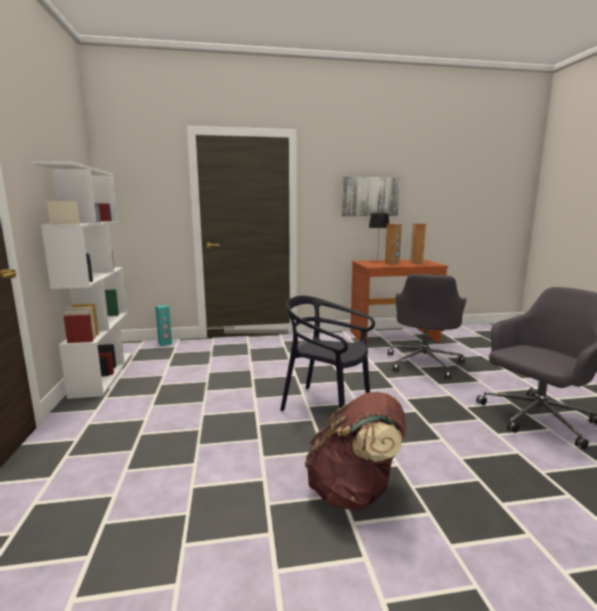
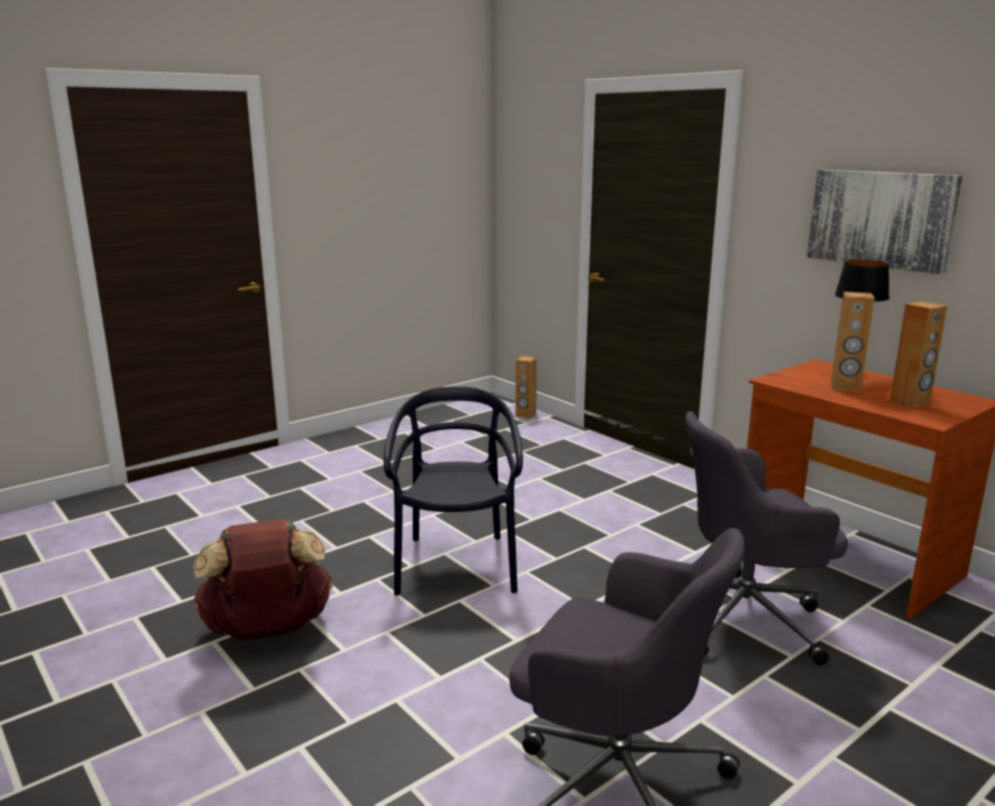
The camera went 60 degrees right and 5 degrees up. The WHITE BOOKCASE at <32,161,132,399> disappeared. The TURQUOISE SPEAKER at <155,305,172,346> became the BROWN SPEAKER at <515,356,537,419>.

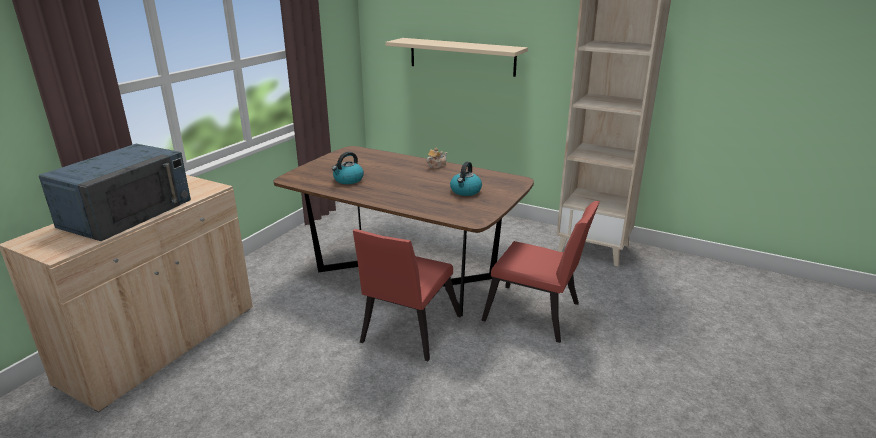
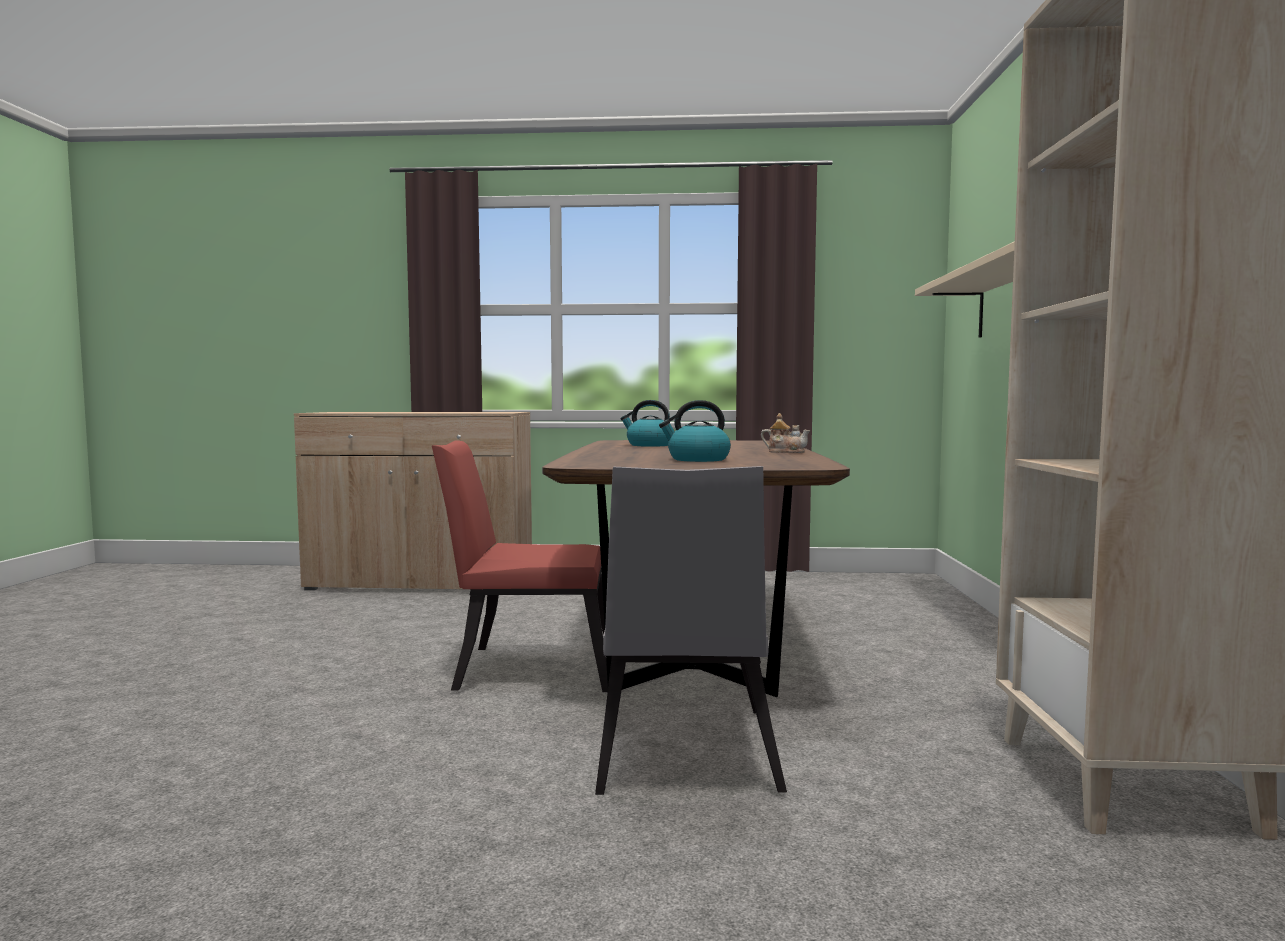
The camera went 65 degrees right and 20 degrees down. The BLUE MICROWAVE at <39,144,191,241> disappeared. The RED CHAIR at <481,201,600,343> became the GREY CHAIR at <595,466,787,795>.

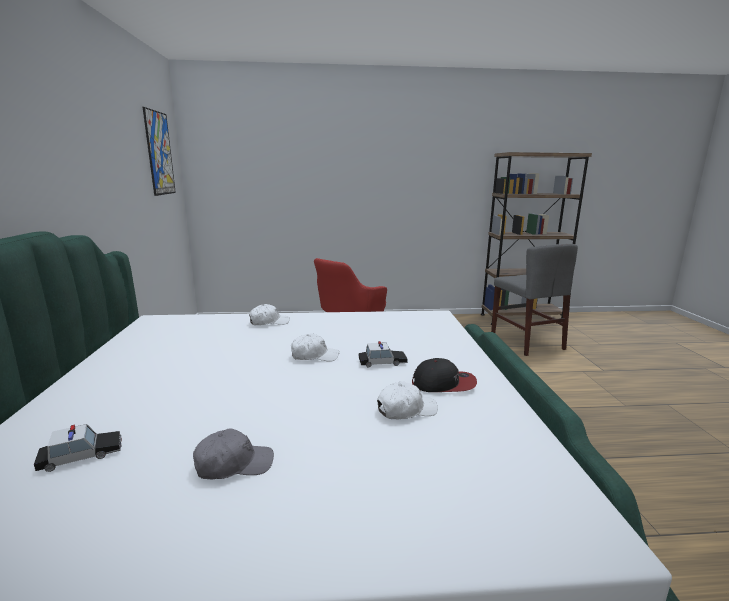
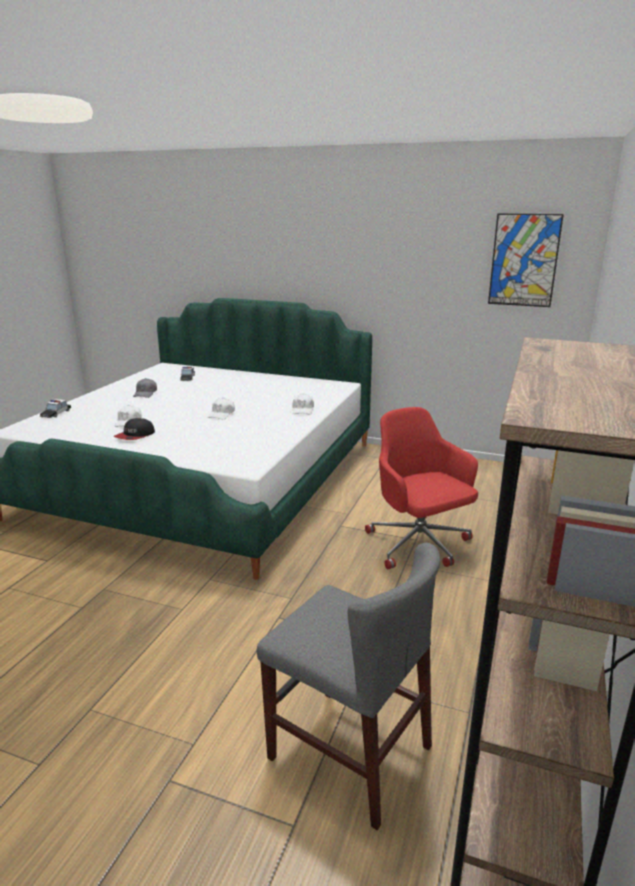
The camera went 115 degrees right and 5 degrees up. The TOY CAR moved from <359,341,408,368> to <40,399,71,418>. The GREY CHAIR at <491,244,578,356> turned 150 degrees counterclockwise.

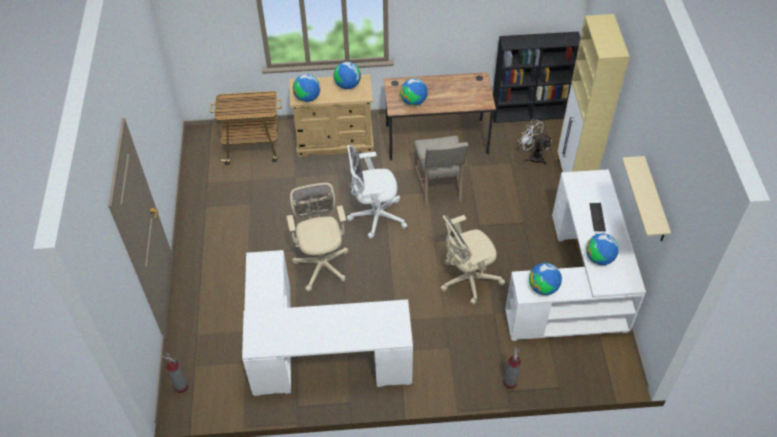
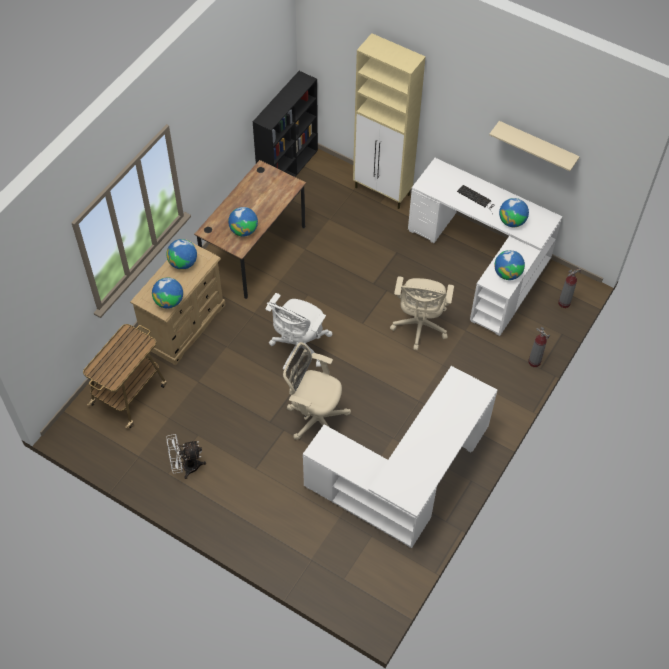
The camera went 55 degrees left and 5 degrees up. The BEIGE CHAIR at <414,136,468,206> disappeared. The FIRE EXTINGUISHER moved from <162,353,188,393> to <558,268,582,308>. The WHITE FAN moved from <518,120,552,165> to <167,434,206,479>.

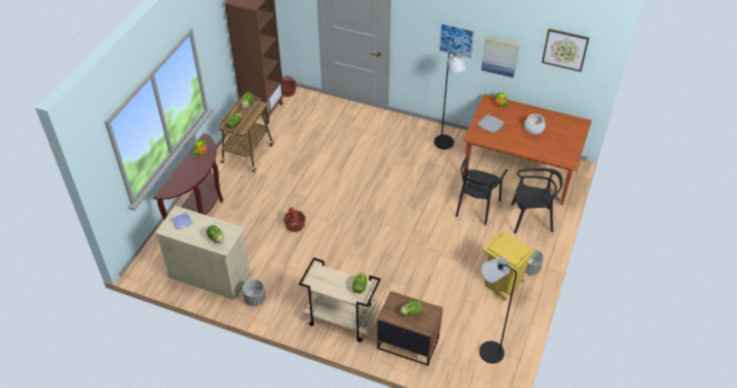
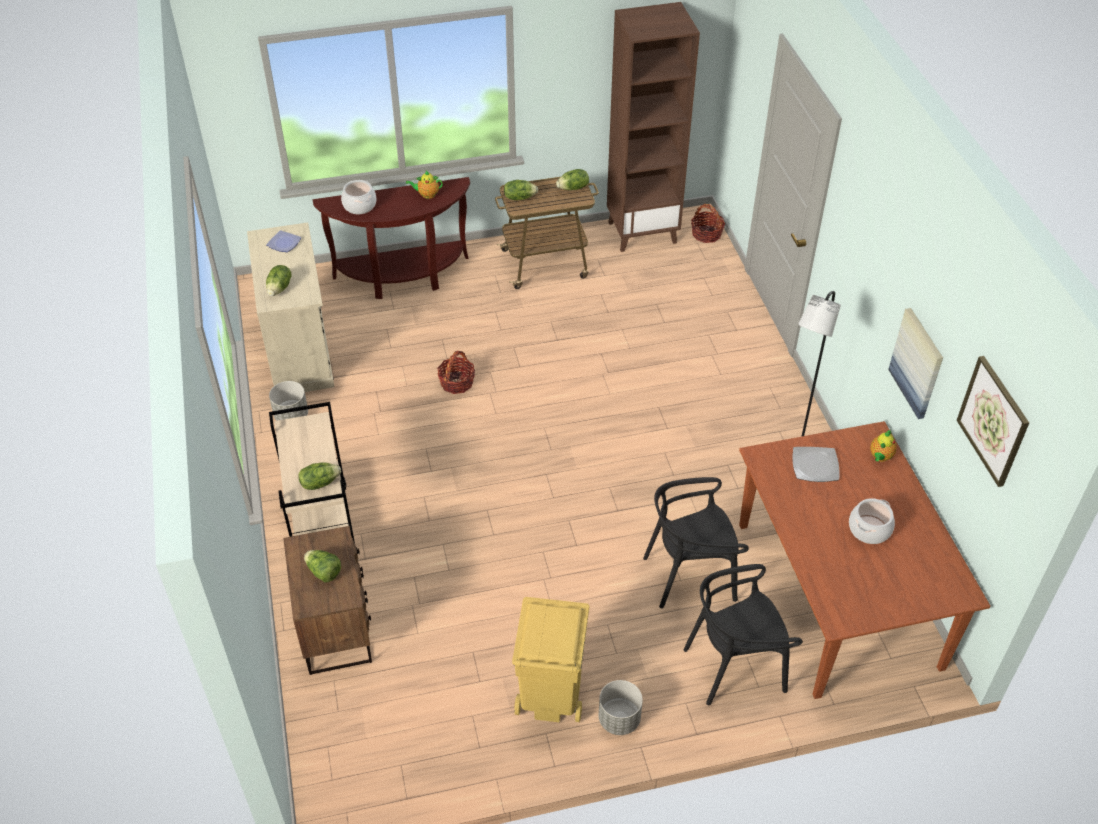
The camera went 55 degrees right and 0 degrees up. The PICTURE at <439,23,475,59> disappeared. The BLACK FLOOR LAMP at <479,257,517,364> disappeared. The COOKING POT at <341,180,376,214> appeared. The BLACK CHAIR at <511,168,563,234> turned 105 degrees clockwise.

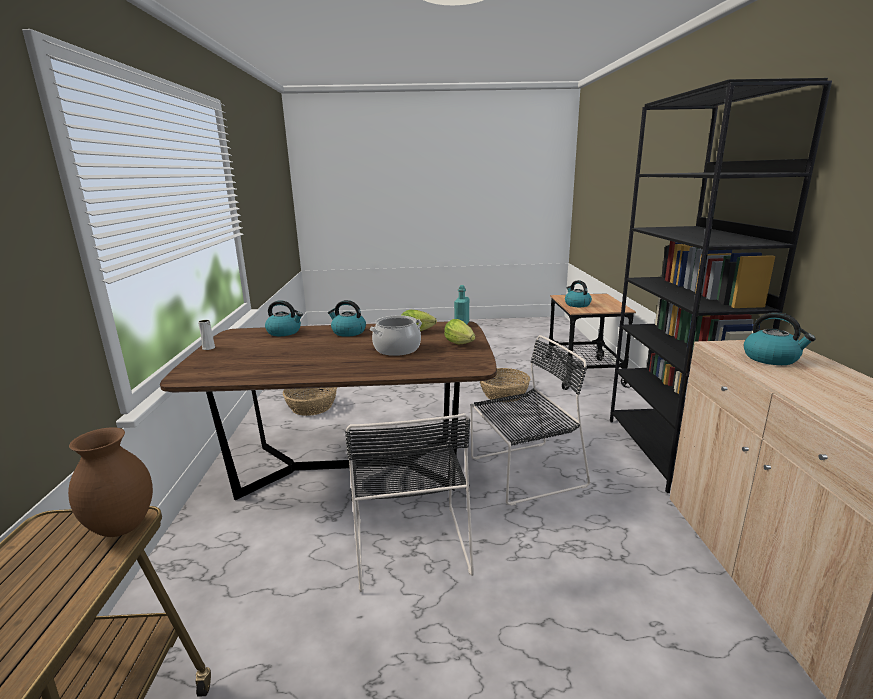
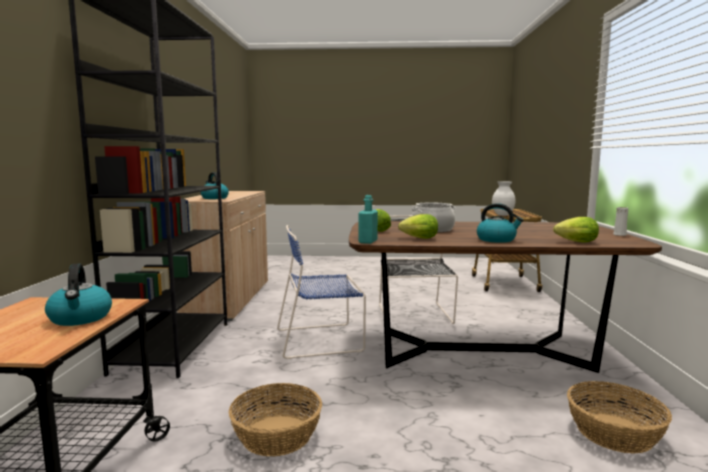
The camera went 175 degrees left and 10 degrees down. The KETTLE at <265,300,303,336> was replaced by the LETTUCE at <553,217,599,243>. The BROWN VASE at <68,427,153,537> became the WHITE VASE at <492,181,516,216>. The BLACK CHAIR at <471,335,590,506> became the BLUE CHAIR at <277,225,366,359>.

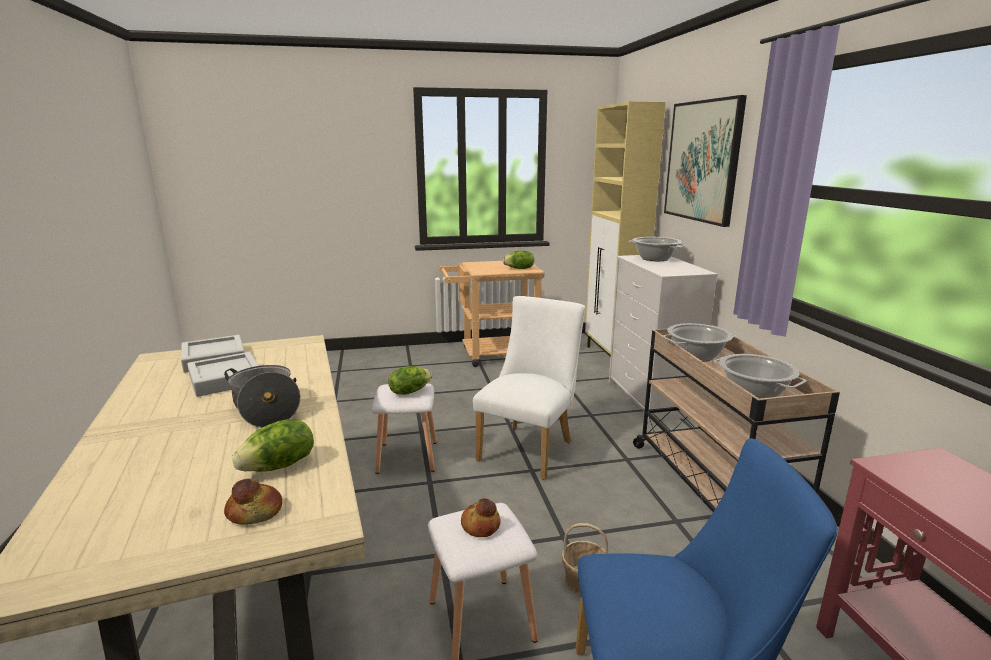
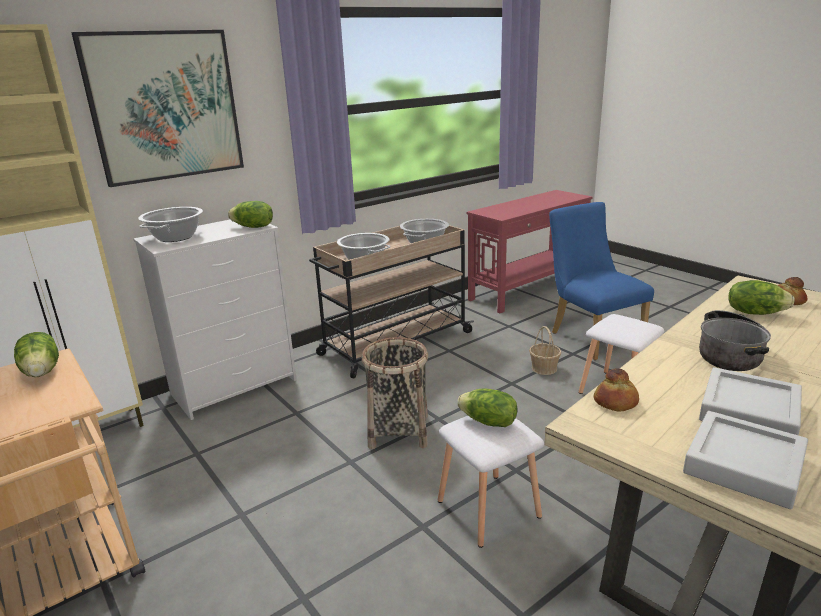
The camera went 115 degrees left and 5 degrees up. The LETTUCE at <228,201,273,228> appeared. The BREAD moved from <461,498,501,537> to <594,368,639,412>. The WHITE CHAIR at <473,296,585,480> was replaced by the BASKET at <362,337,428,449>.

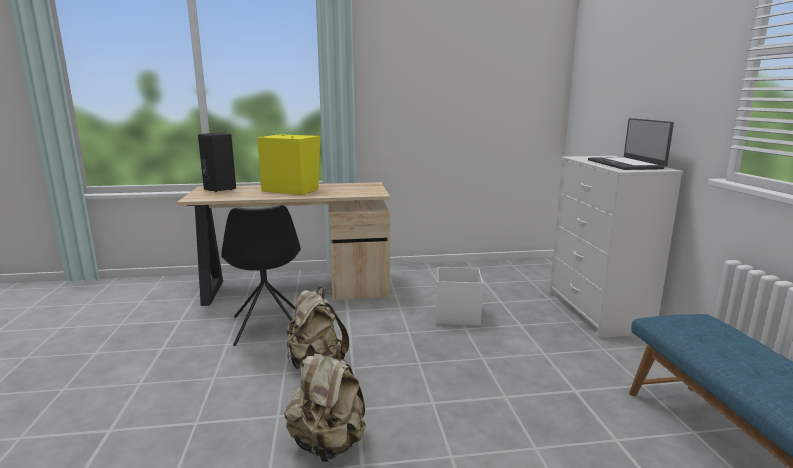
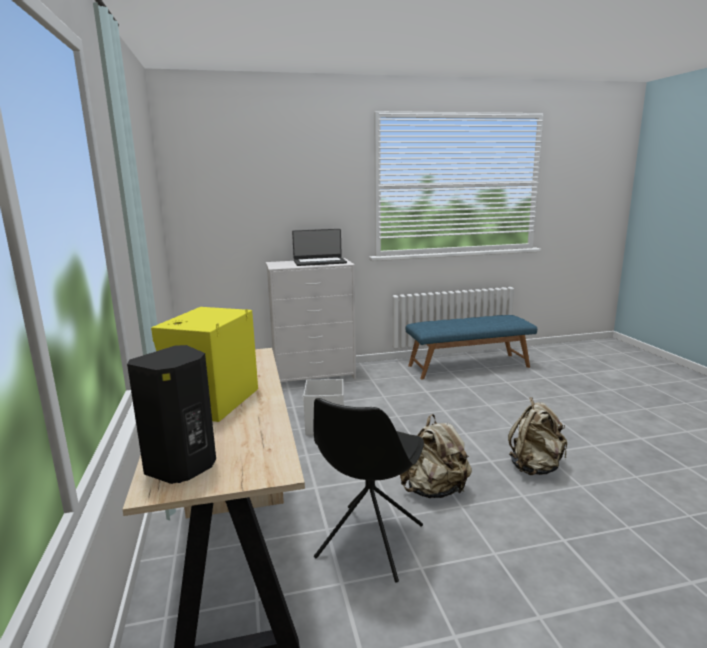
The camera went 95 degrees left and 0 degrees up. The BLACK CHAIR at <221,205,301,346> turned 135 degrees clockwise.

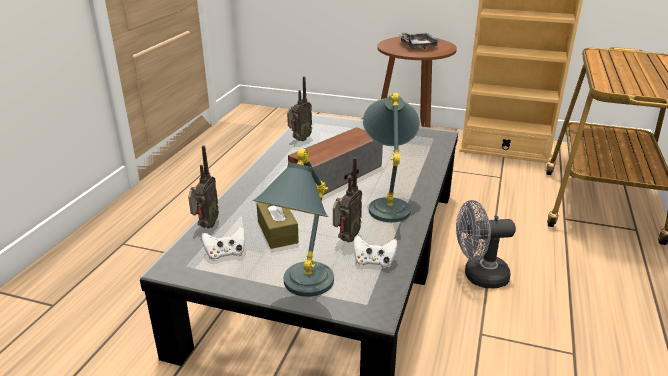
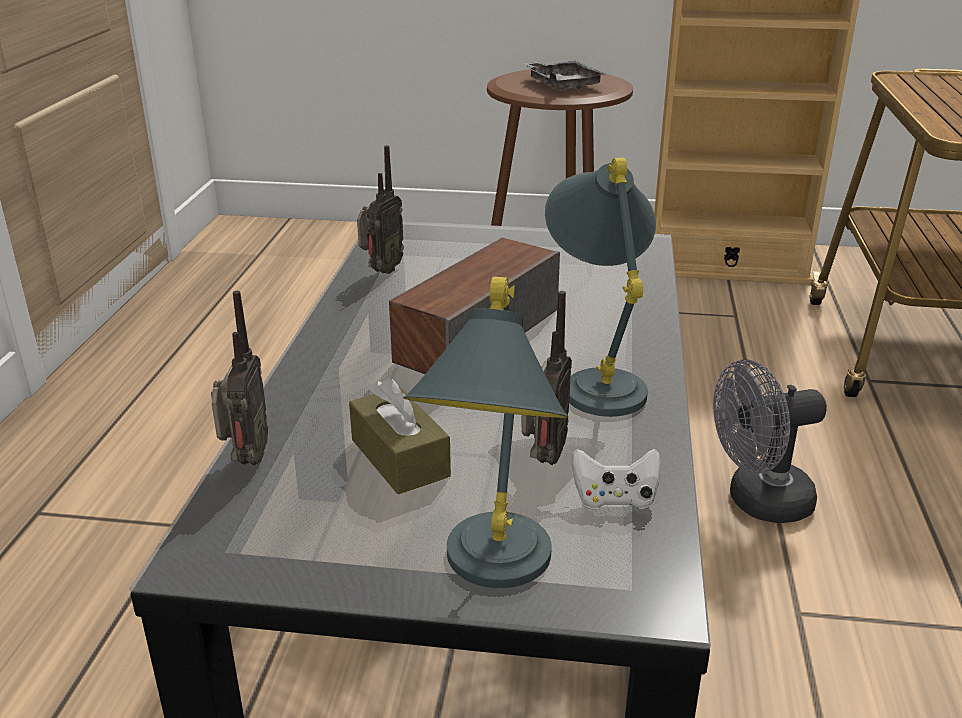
The camera went 10 degrees left and 0 degrees up. The WHITE GAME CONTROLLER at <202,227,245,260> disappeared.

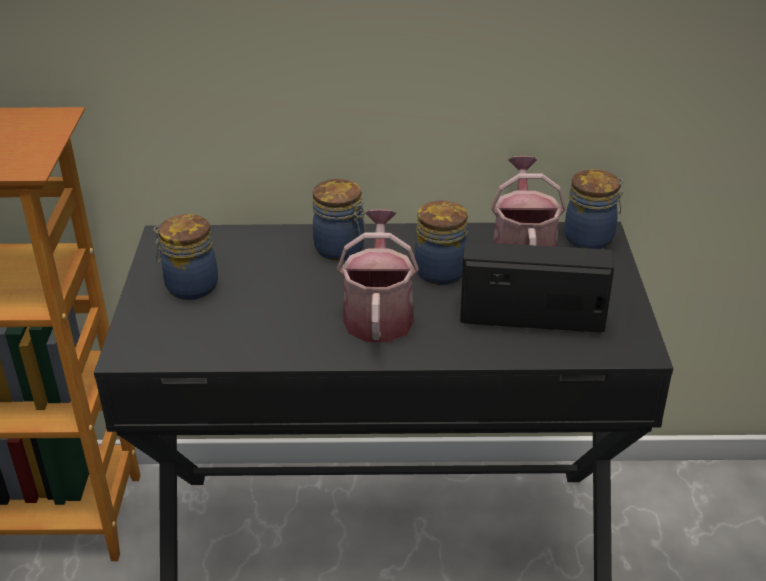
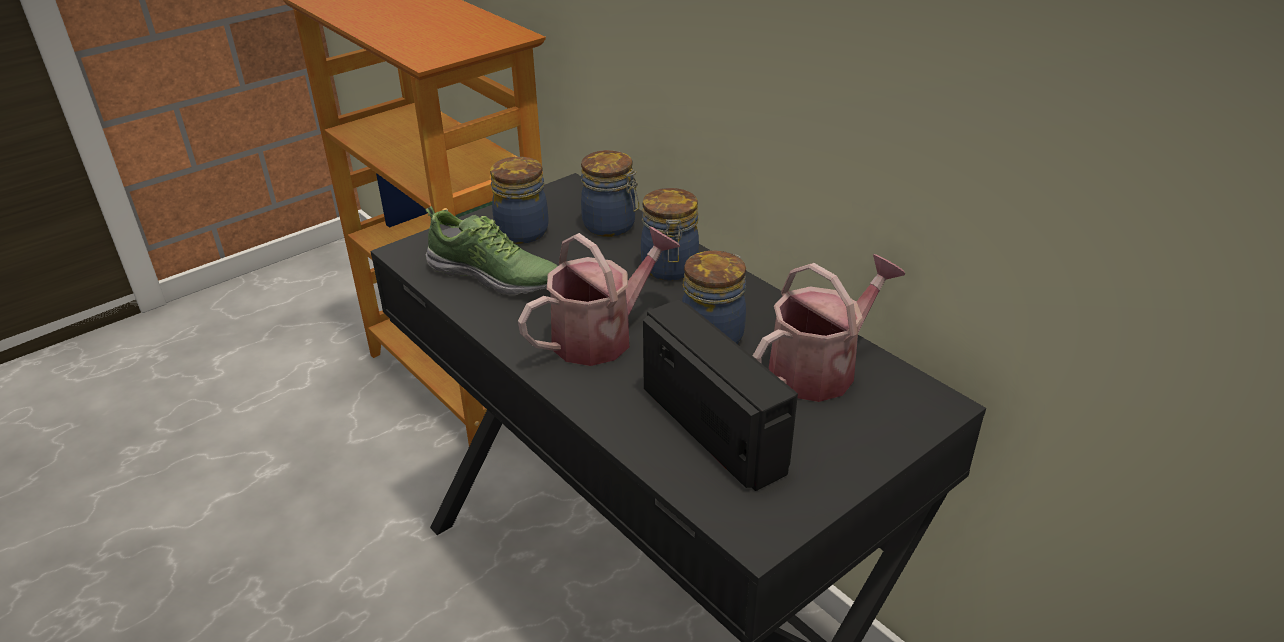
The camera went 50 degrees right and 0 degrees up. The SHOE at <425,206,558,295> appeared. The JAR moved from <565,169,624,249> to <581,150,639,237>.

